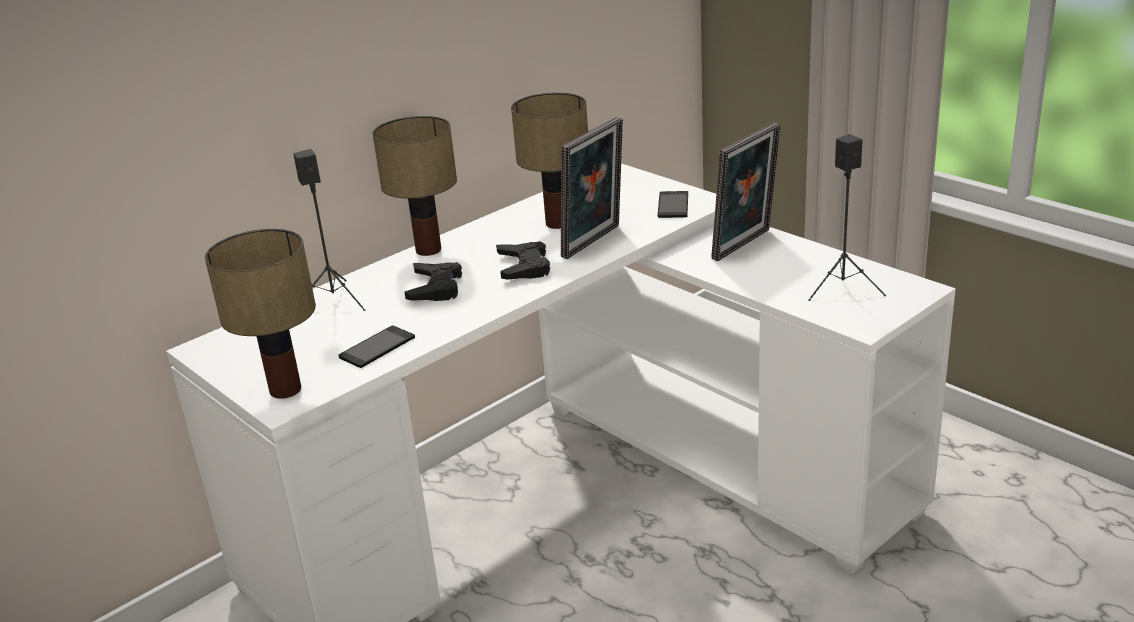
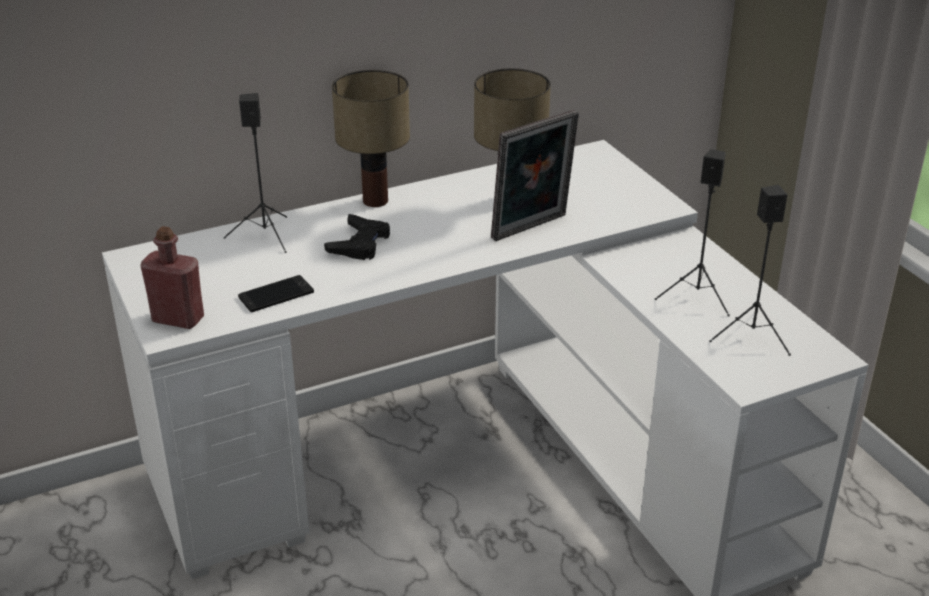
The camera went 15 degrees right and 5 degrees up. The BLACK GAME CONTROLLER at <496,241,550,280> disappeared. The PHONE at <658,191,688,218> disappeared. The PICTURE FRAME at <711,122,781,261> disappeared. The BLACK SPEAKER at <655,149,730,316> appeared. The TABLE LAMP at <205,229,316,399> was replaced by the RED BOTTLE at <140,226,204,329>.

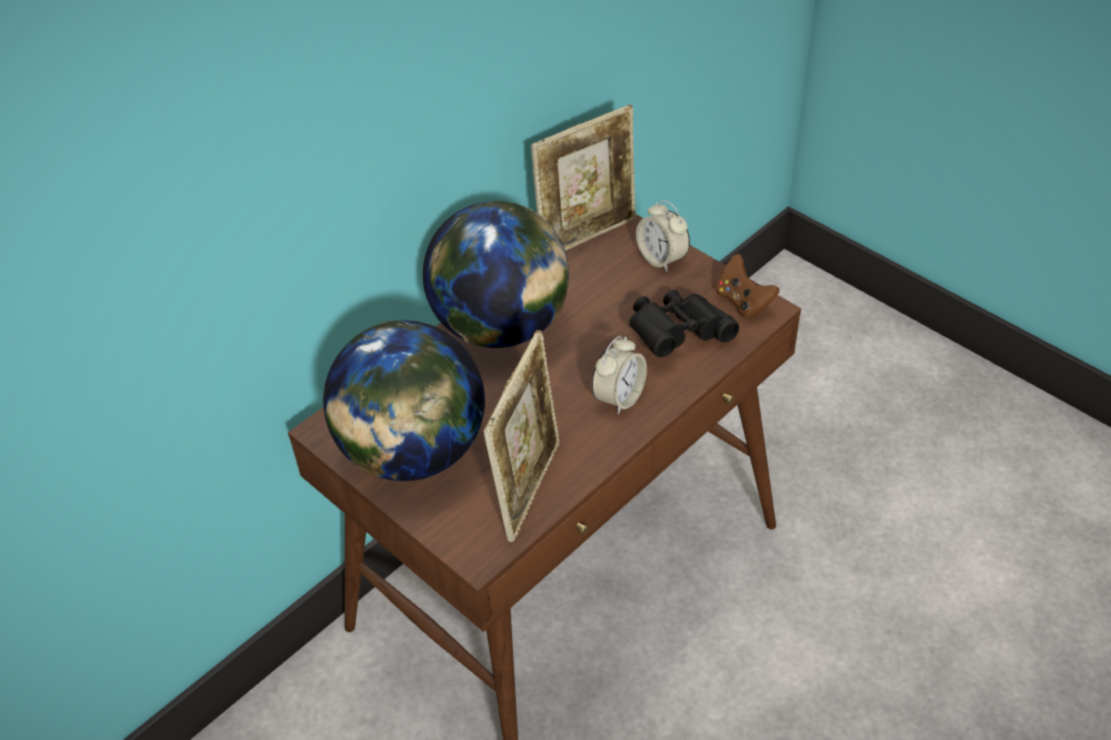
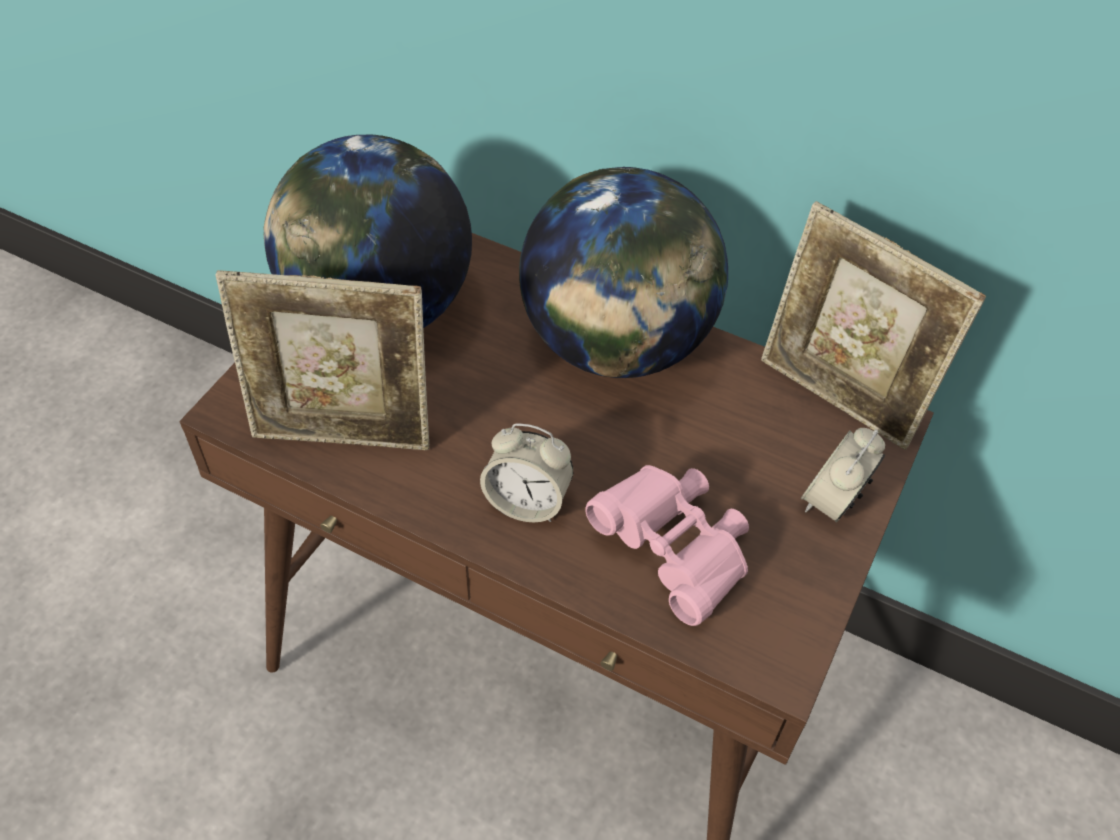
The camera went 70 degrees right and 5 degrees up. The BROWN GAME CONTROLLER at <716,254,779,318> disappeared. The BLACK BINOCULARS at <629,290,739,357> became the PINK BINOCULARS at <585,465,749,626>.

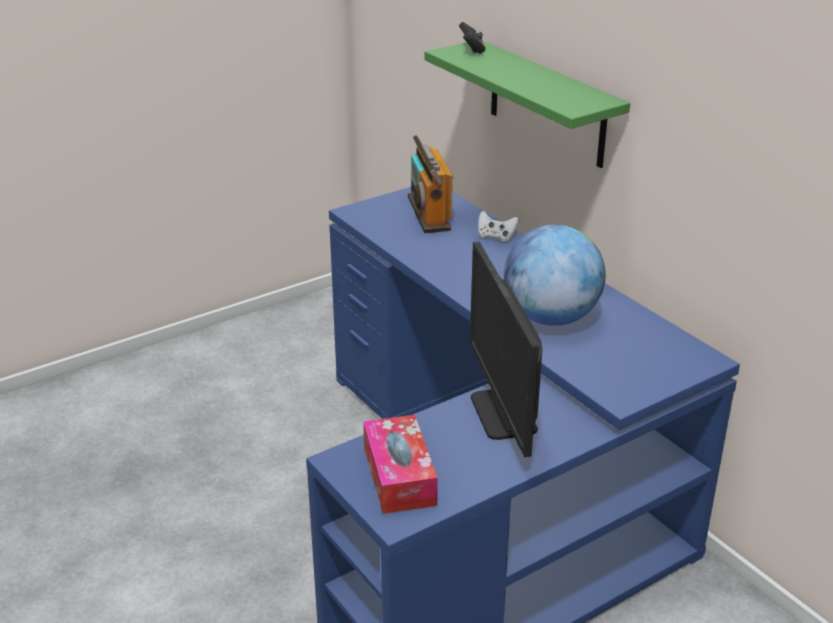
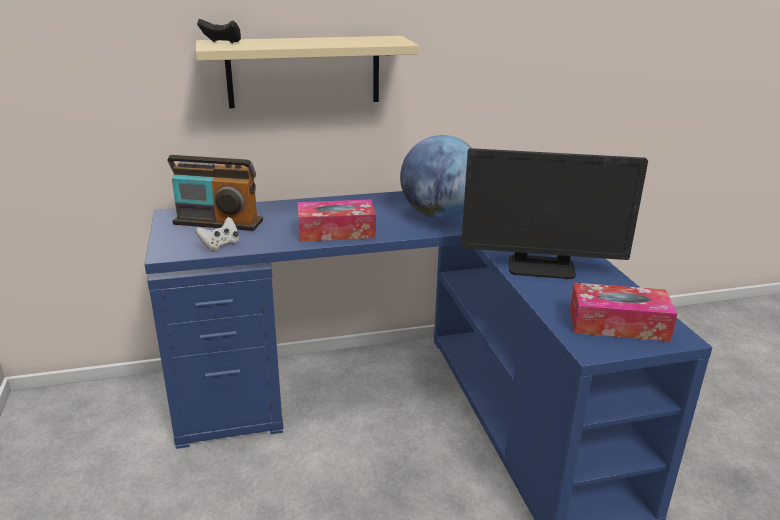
The camera went 70 degrees left and 5 degrees down. The TISSUE BOX at <298,200,376,242> appeared. The WHITE GAME CONTROLLER moved from <478,211,519,242> to <195,217,239,251>. The GREEN SHELF at <424,41,630,168> became the BEIGE SHELF at <195,36,419,108>.

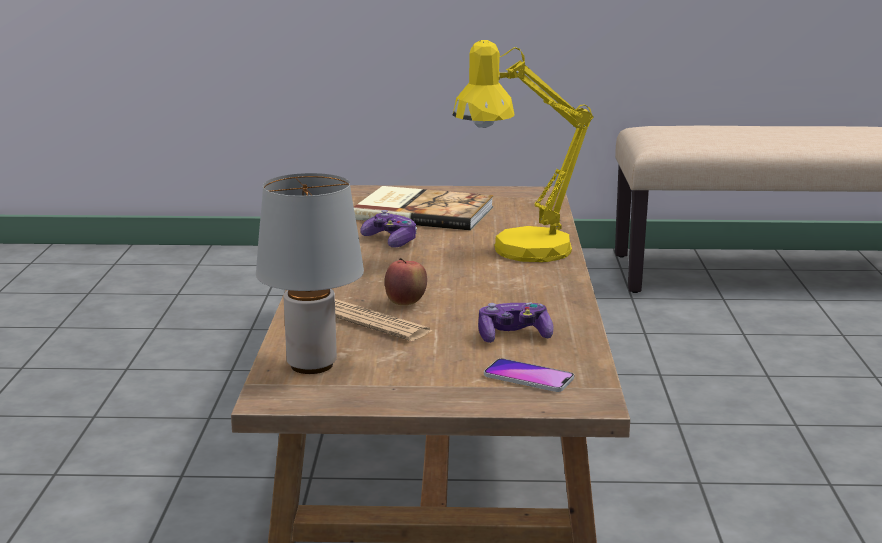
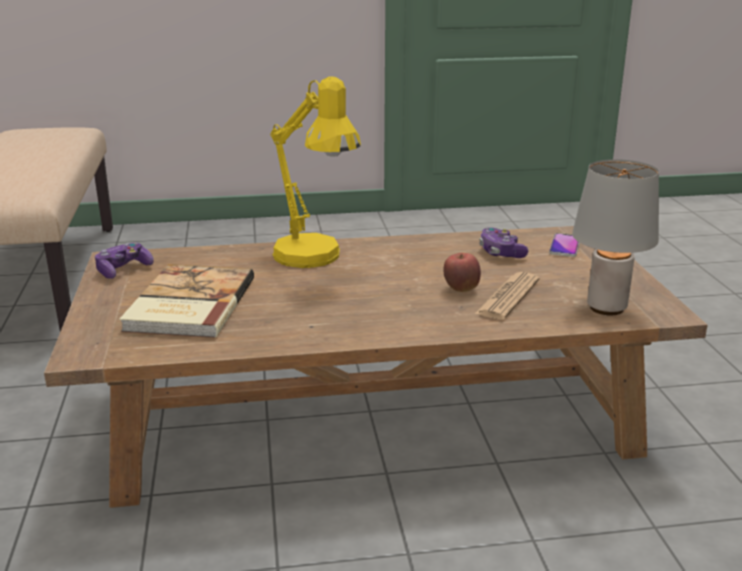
The camera went 100 degrees left and 5 degrees up. The GAME CONTROLLER moved from <360,210,417,248> to <95,242,154,279>.

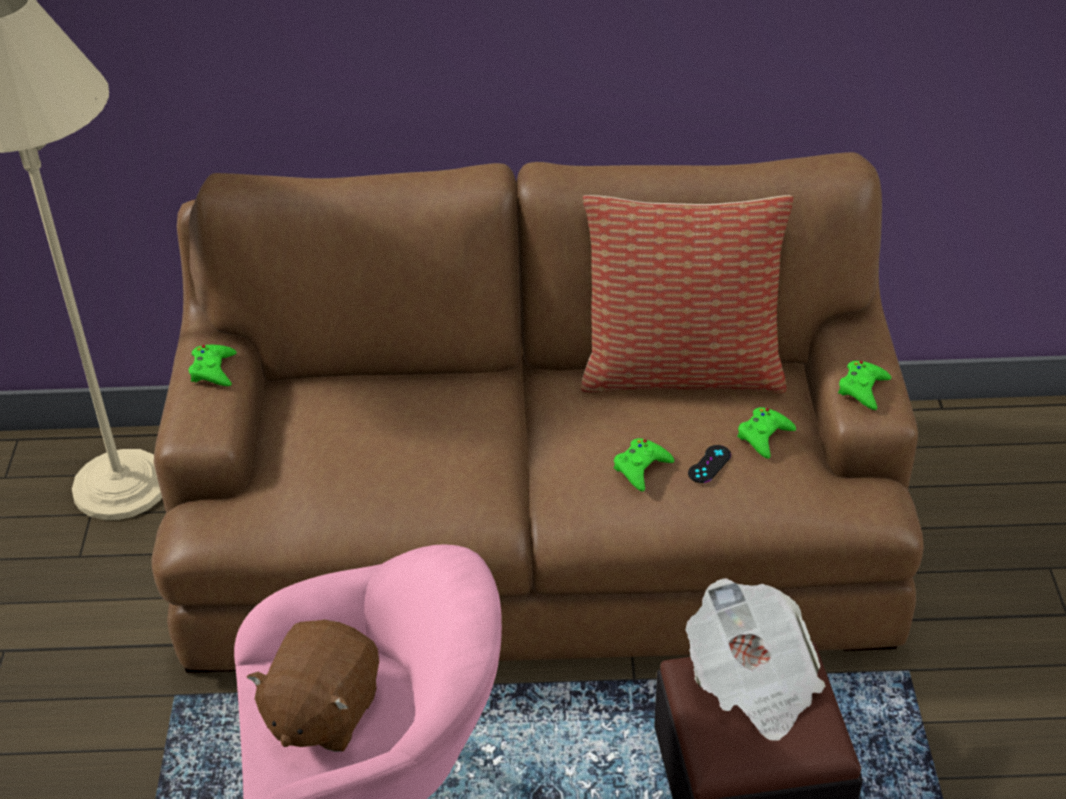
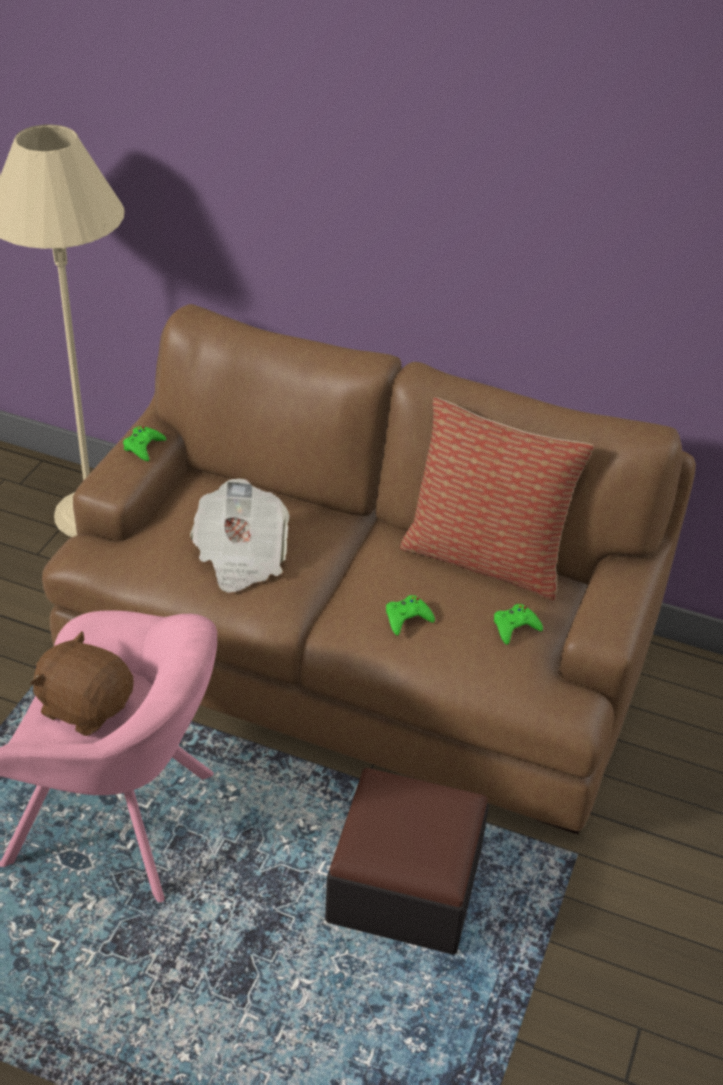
The camera went 20 degrees right and 0 degrees up. The BLACK GAME CONTROLLER at <688,445,731,483> disappeared. The GREEN GAME CONTROLLER at <838,361,891,410> disappeared. The NEWSPAPER moved from <686,578,825,741> to <190,478,290,593>. The BROWN PLUSH TOY at <247,620,379,752> turned 75 degrees clockwise.

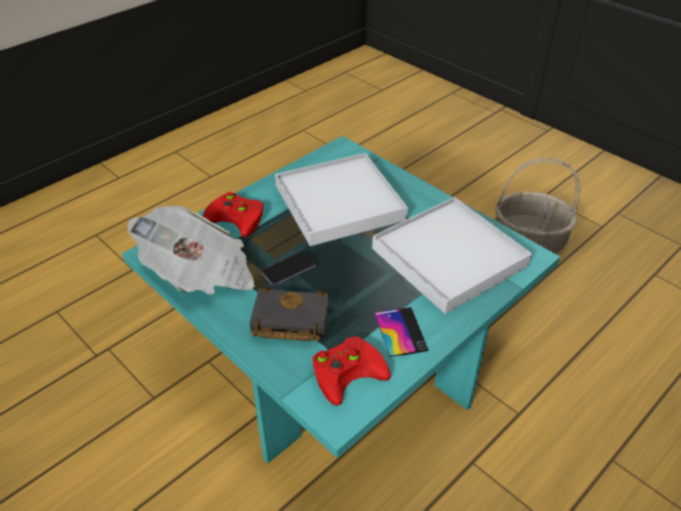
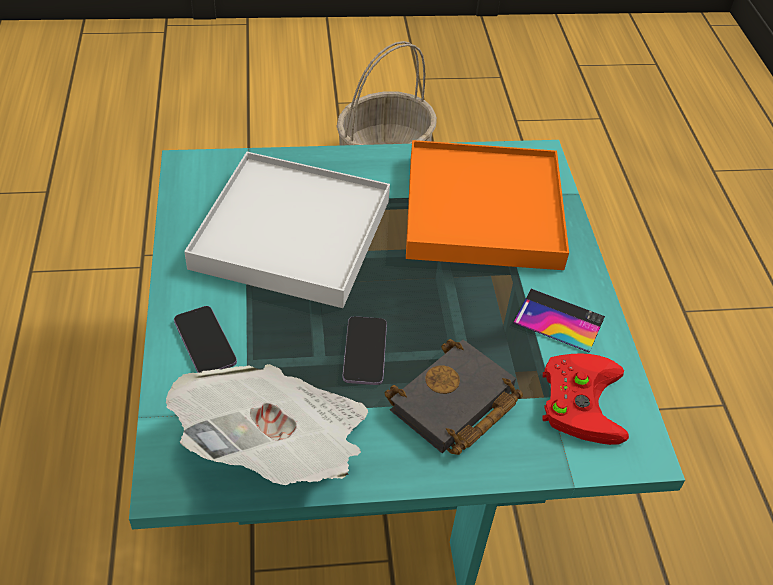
The camera went 55 degrees left and 5 degrees up. The RED GAME CONTROLLER at <203,192,263,237> was replaced by the PHONE at <174,306,237,373>. The WHITE TRAY at <372,197,532,314> became the ORANGE TRAY at <406,140,569,270>.

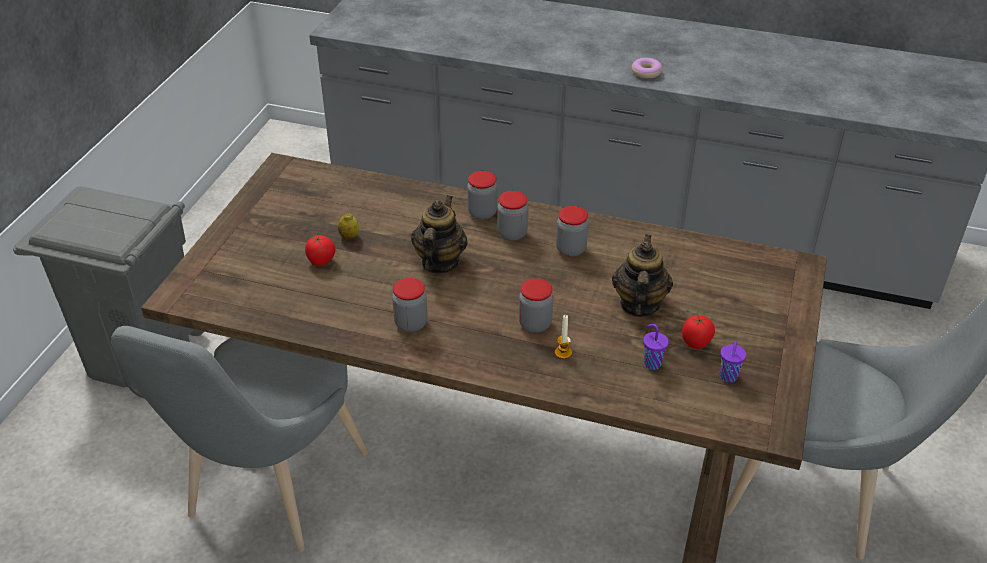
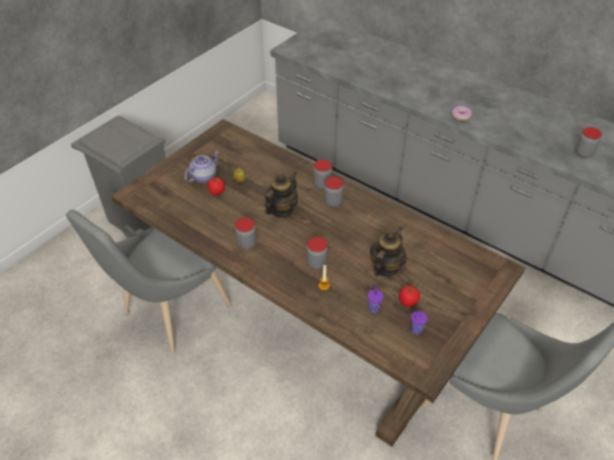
The camera went 20 degrees right and 5 degrees up. The TEAPOT at <184,152,219,183> appeared. The JAR moved from <556,206,589,257> to <575,127,602,158>.

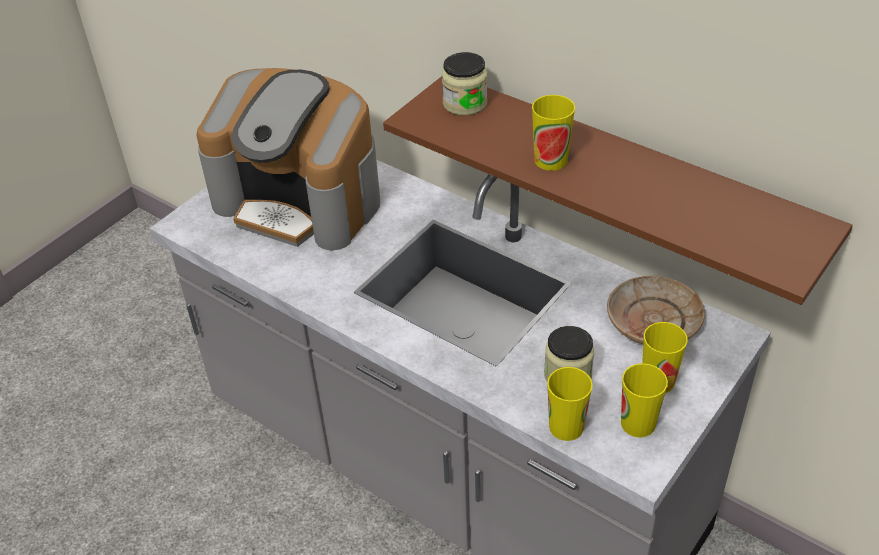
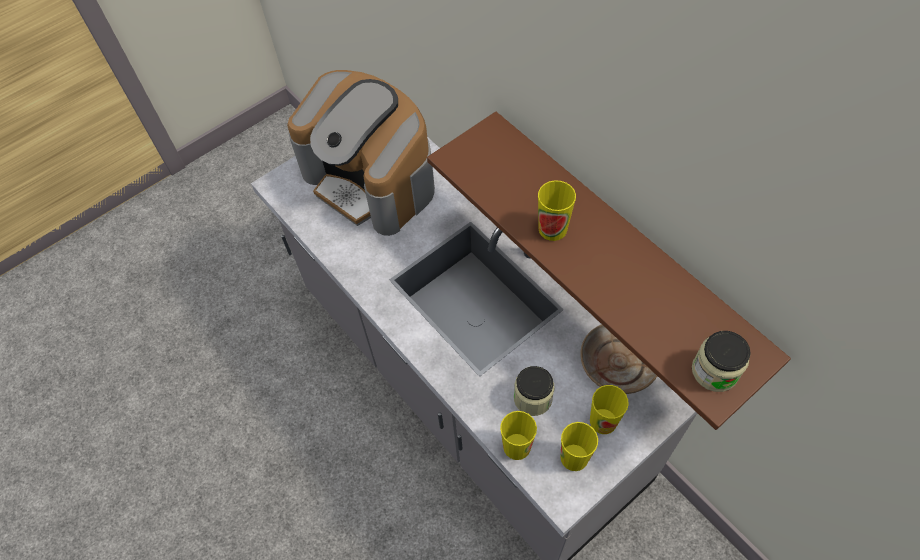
The camera went 15 degrees right and 15 degrees up. The JAR moved from <442,52,487,116> to <692,331,751,392>.

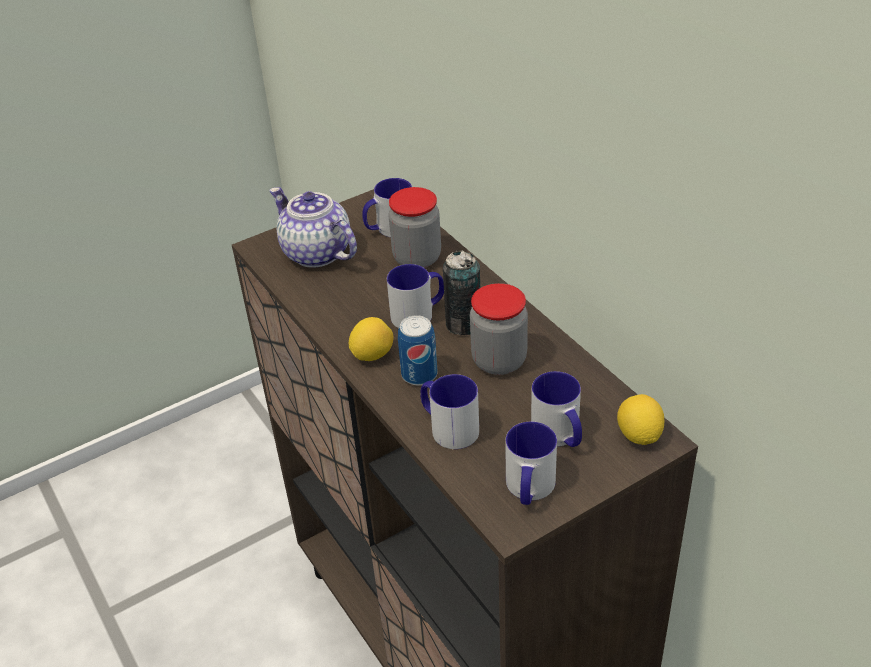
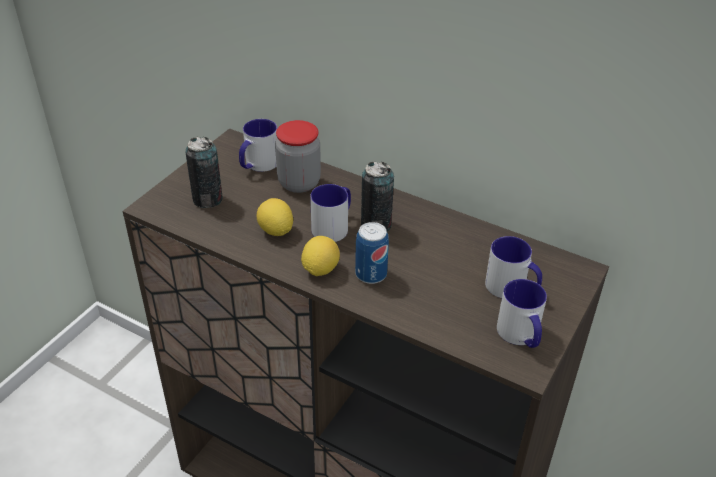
The camera went 30 degrees left and 0 degrees up. The MUG at <420,374,479,449> disappeared. The JAR at <470,283,528,375> disappeared. The LEMON moved from <617,394,664,445> to <257,198,293,236>. The TEAPOT at <270,187,357,268> was replaced by the CAN at <185,137,223,208>.

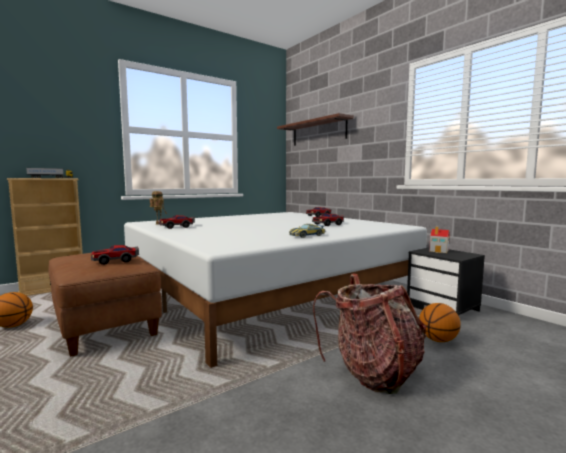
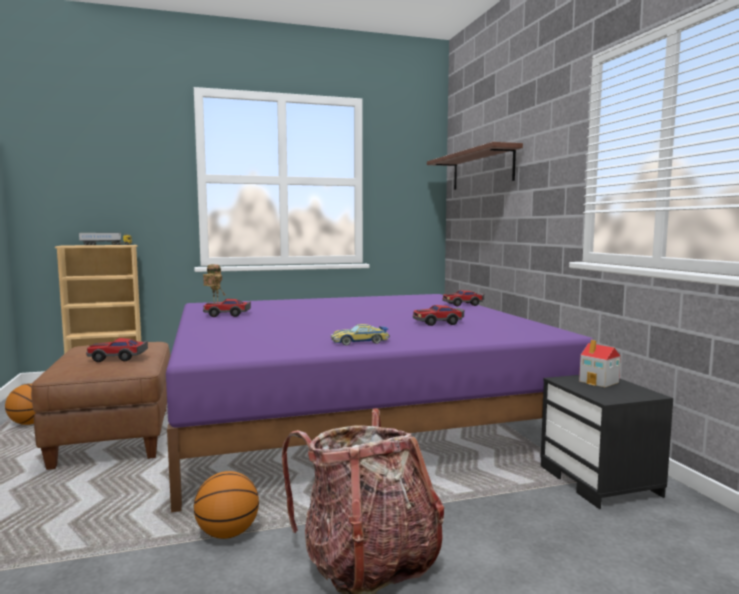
The camera went 20 degrees right and 0 degrees up. The BASKETBALL moved from <419,303,461,342> to <194,471,259,539>. The WHITE BED at <124,212,427,368> became the PURPLE BED at <166,294,594,513>.

